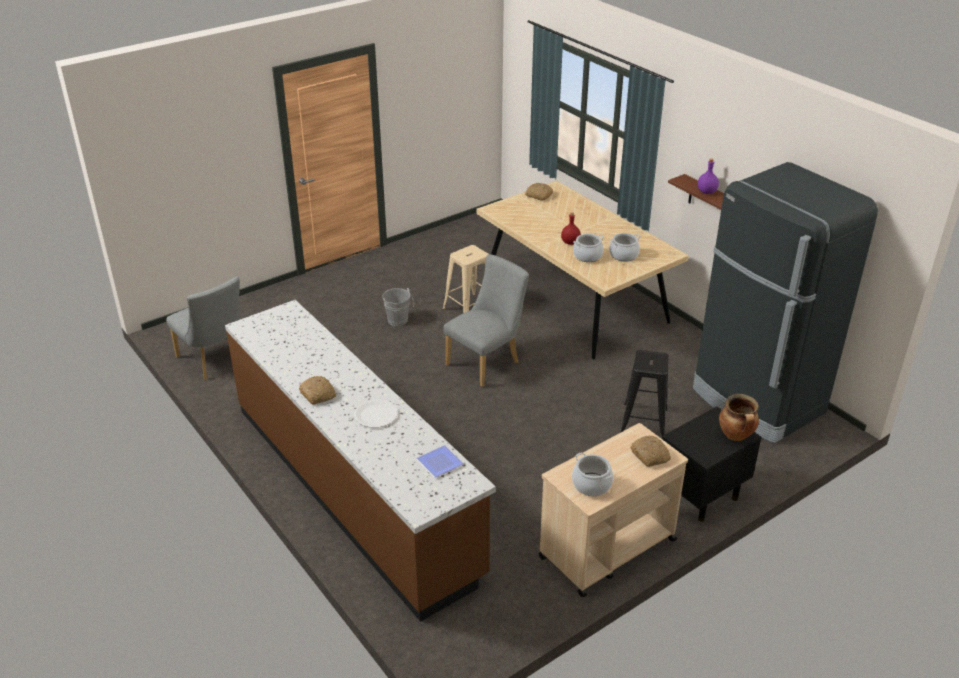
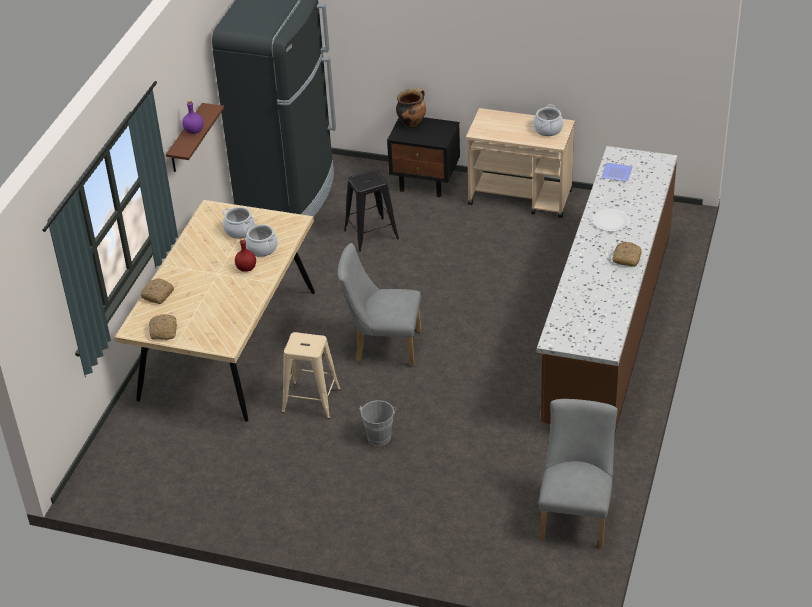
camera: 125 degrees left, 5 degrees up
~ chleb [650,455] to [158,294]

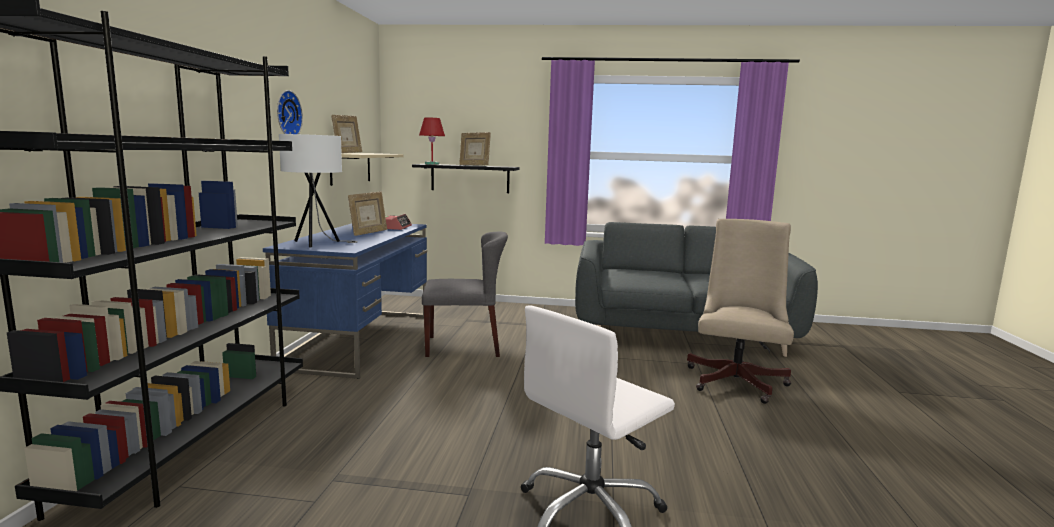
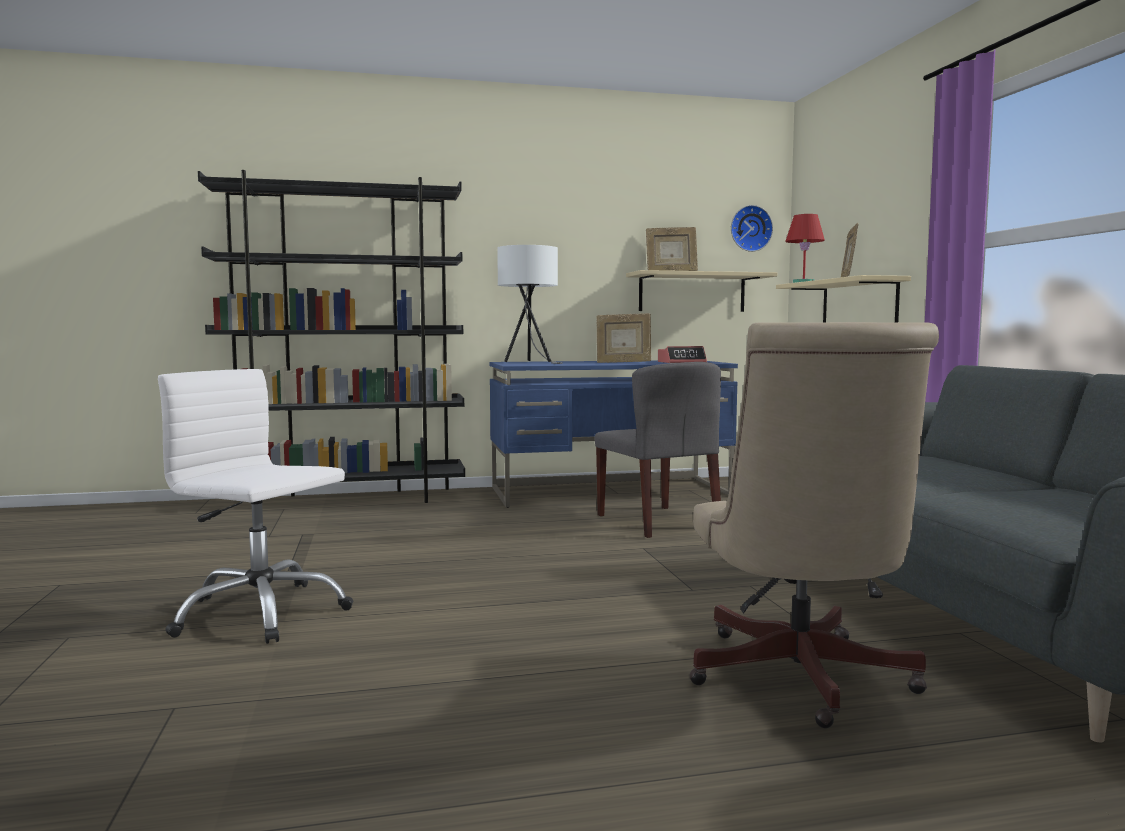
camera: 70 degrees right, 5 degrees down
~ zegar ścienny [286,114] to [750,228]
~ półka/czarny [470,178] to półka/beżowy [859,302]
~ krzesło biurowe/beżowy [737,379] = [800,681] 90 degrees clockwise

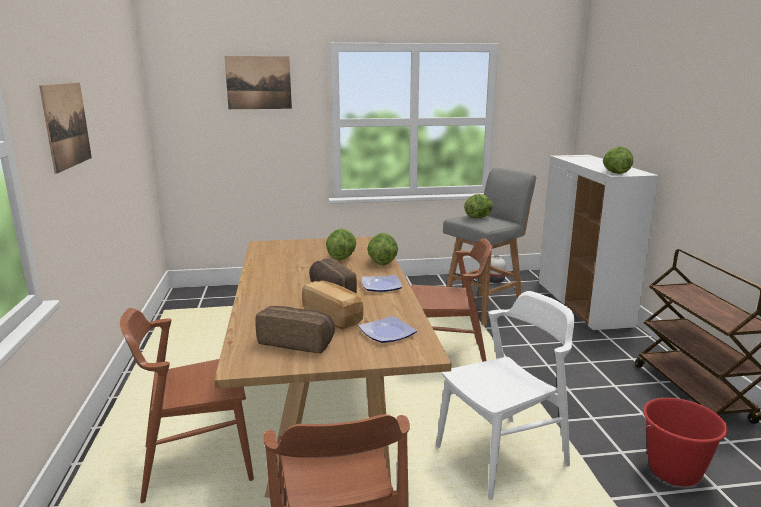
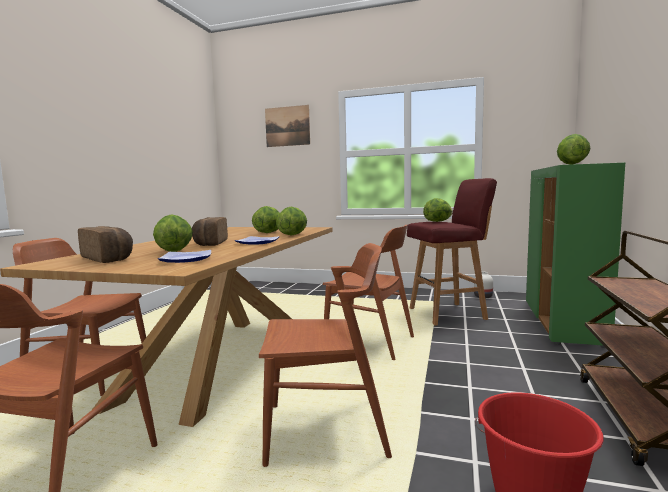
camera: 25 degrees right, 10 degrees down
- obraz [67,125]
~ chleb [333,317] to sałata [174,251]
~ krzesło/biały [502,456] to krzesło/brązowy [326,430]
~ stołek/szary [484,308] to stołek/czerwony [449,314]
~ szafka/biały [583,305] to szafka/zielony [562,323]

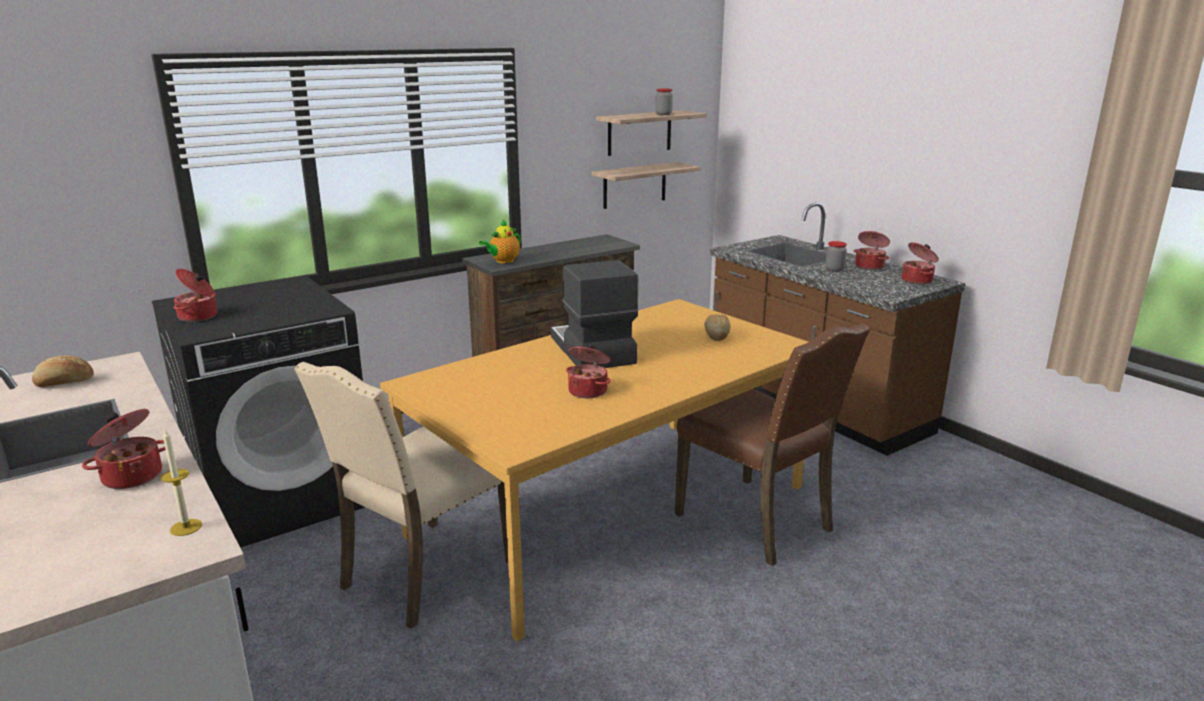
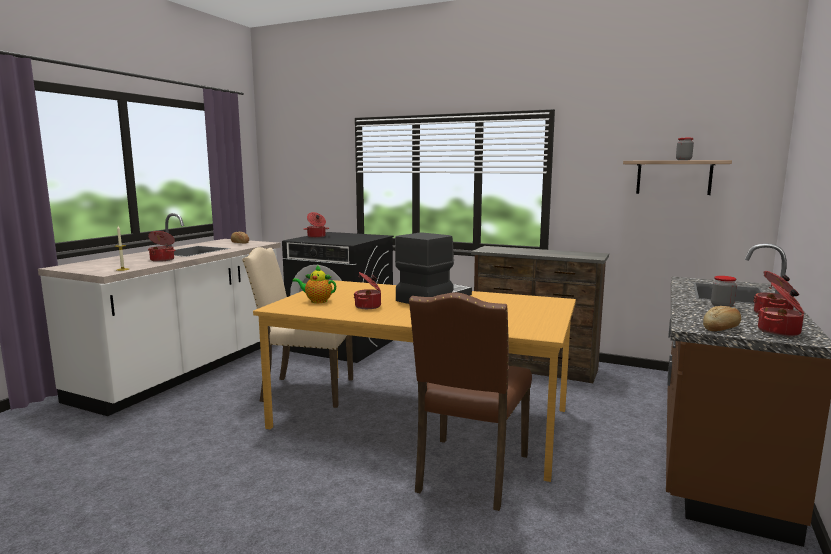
camera: 60 degrees right, 10 degrees down
- półka [634,185]
~ imbryk [503,261] to [317,301]
~ chleb [716,335] to [721,328]

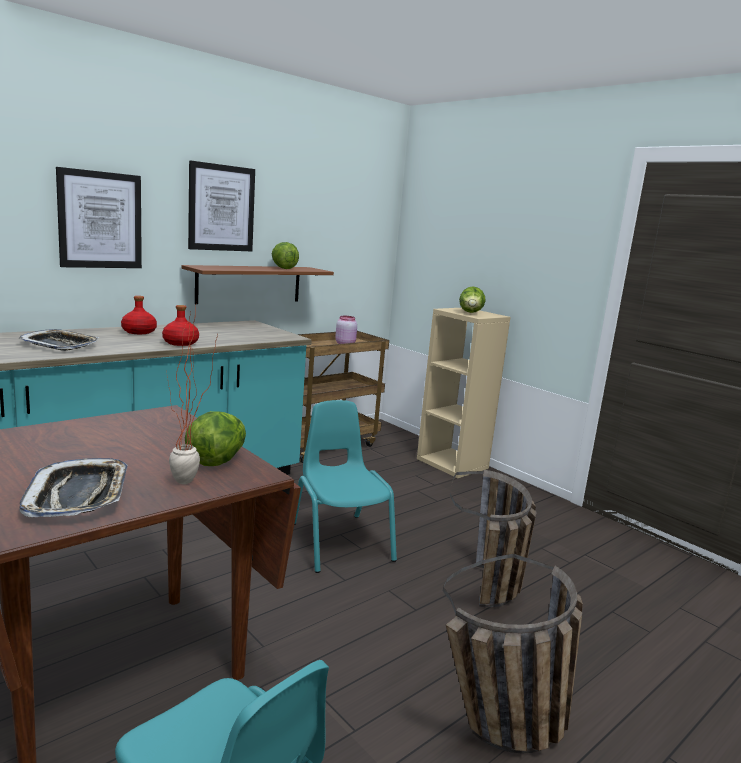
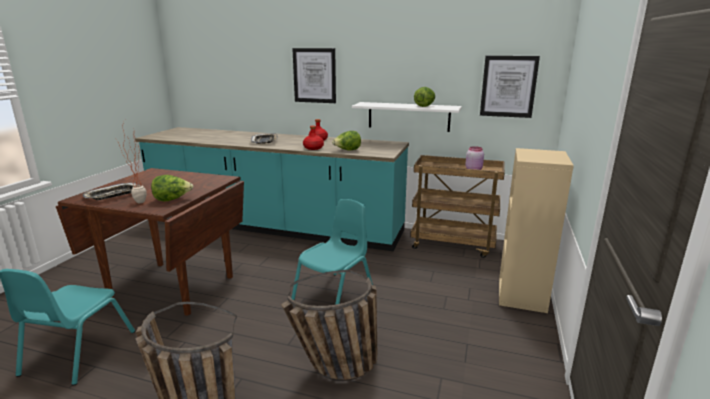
camera: 60 degrees right, 5 degrees up
~ obraz [221,208] to [508,86]
~ sałata [470,313] to [347,150]
~ półka/brązowy [249,284] to półka/biały [408,116]

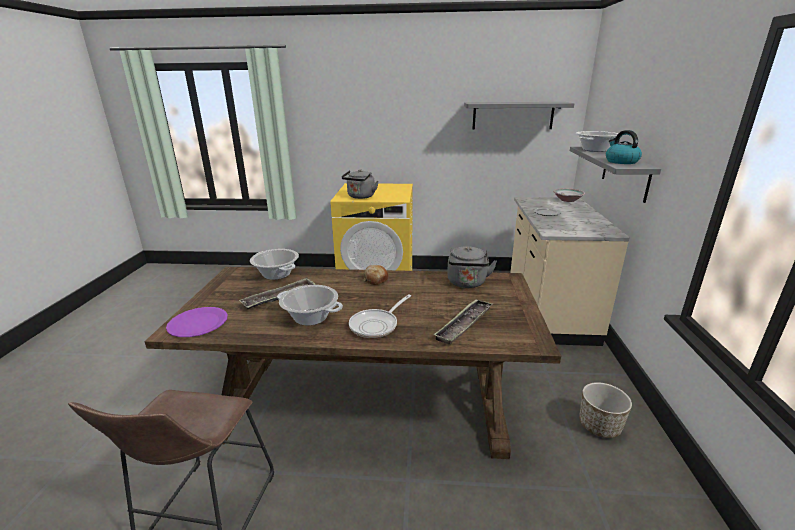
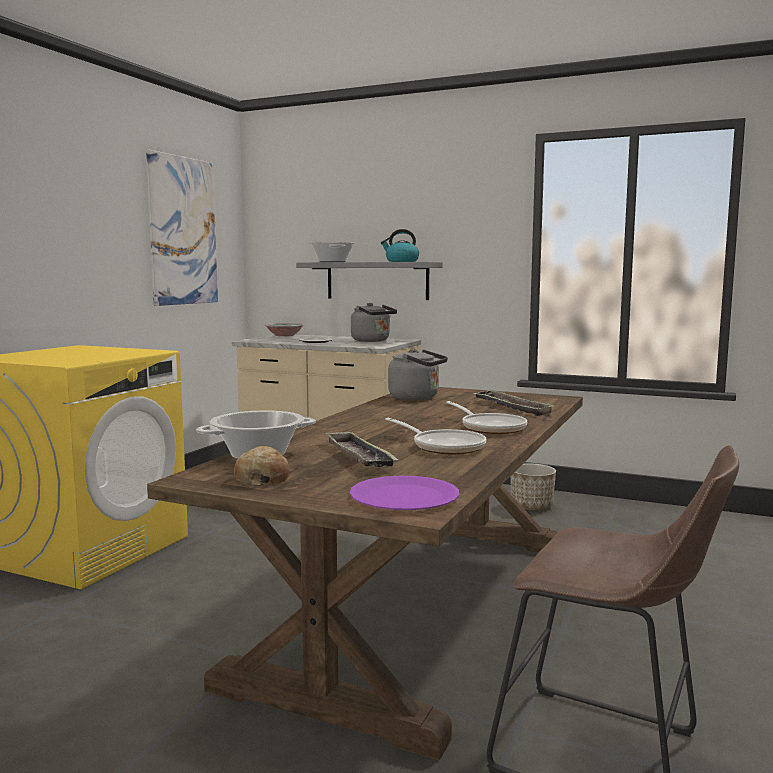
camera: 70 degrees left, 15 degrees down
~ czajnik/szary [360,197] to [372,341]
~ chleb [375,279] to [262,479]
~ garnek [311,317] to patelnia [444,446]
~ półka/szary [512,115] to obraz [183,231]

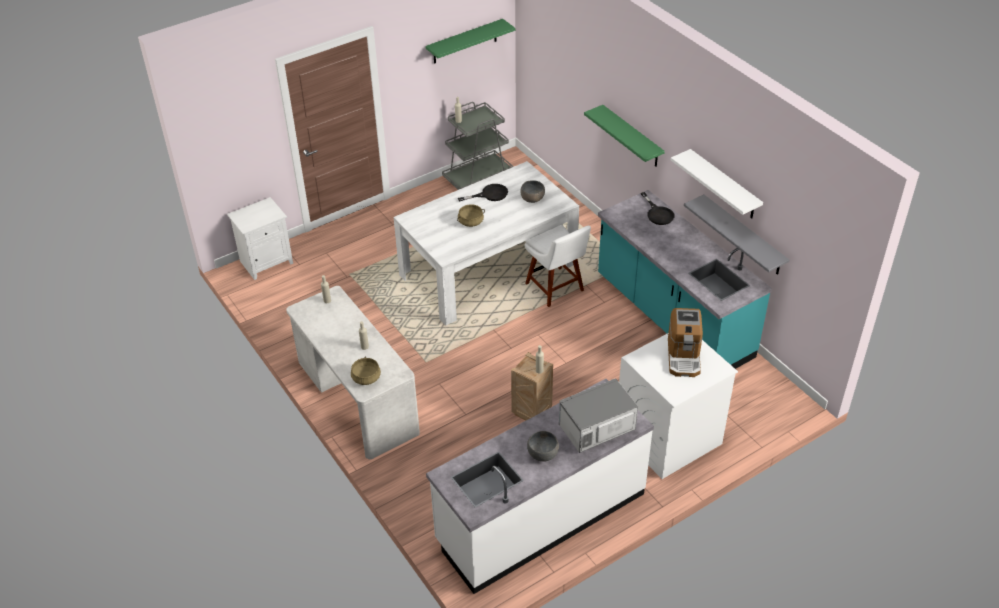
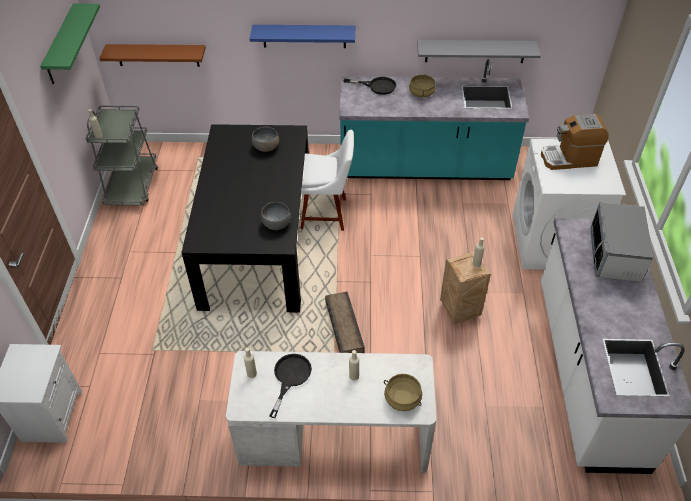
camera: 55 degrees left, 5 degrees up
- półka/biały [724,185]
+ półka/brązowy [157,55]
+ skrzynka [343,327]
~ garnek/beżowy [470,222] to [422,93]
~ patelnia/czarny [490,194] to [290,378]
~ miska/szary [543,453] to [276,223]
~ stół jadalny/biały [488,269] to stół jadalny/czarny [257,243]
~ półka/zielony [632,137] to półka/niebieski [304,36]
~ ekspres do kawy [683,356] = [569,158] 135 degrees clockwise

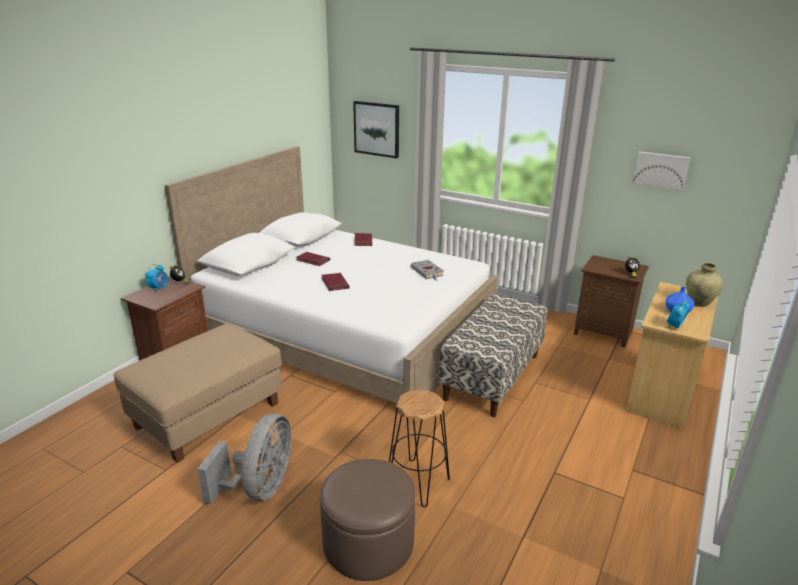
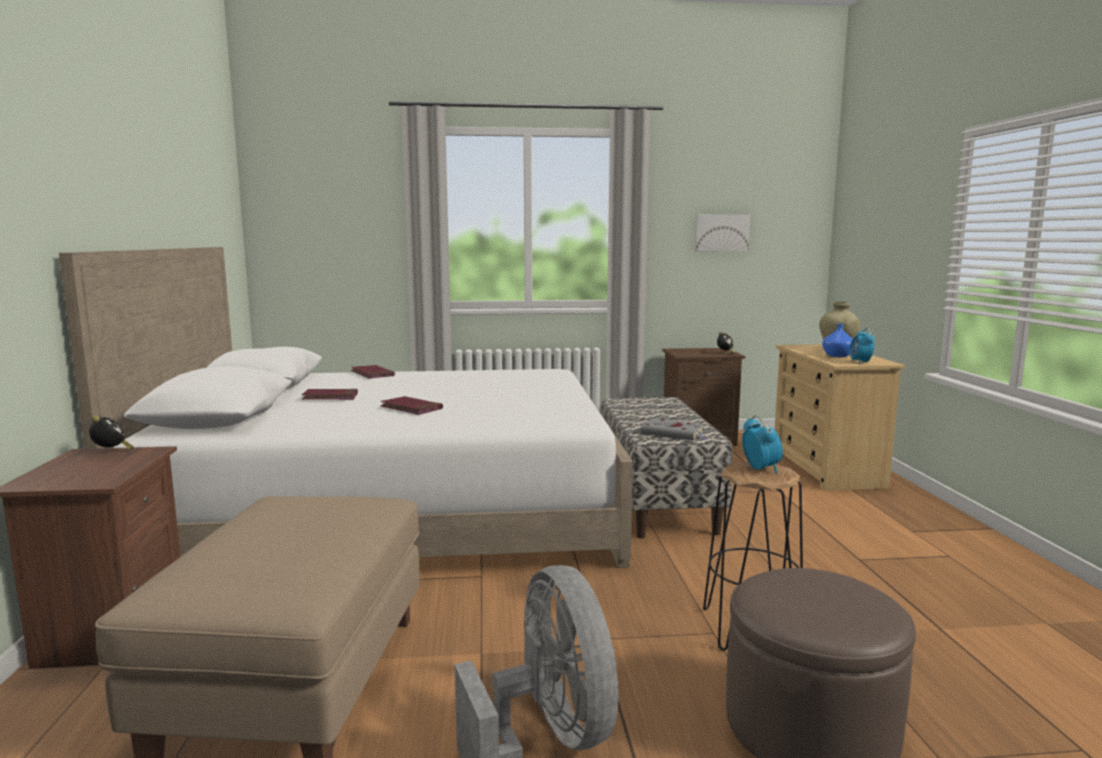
camera: 35 degrees left, 15 degrees down
- obraz [377,129]
~ budzik [159,288] to [760,469]
~ książka/szary [427,272] to [674,434]

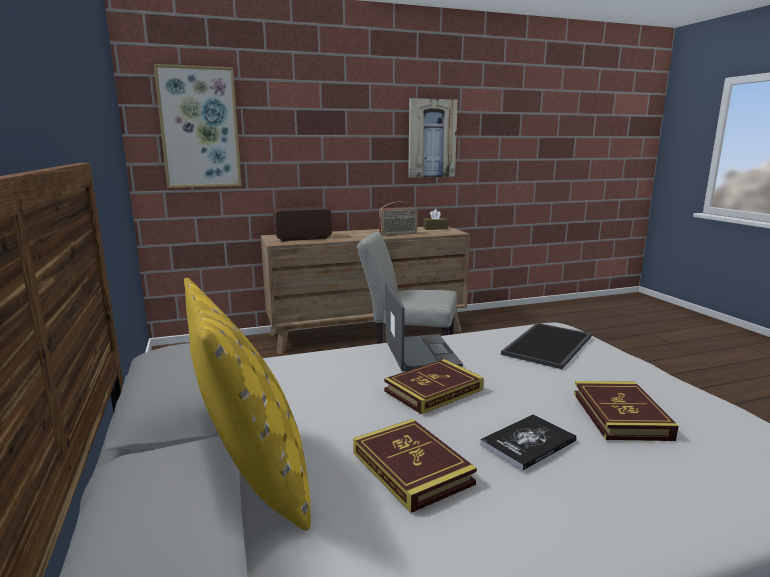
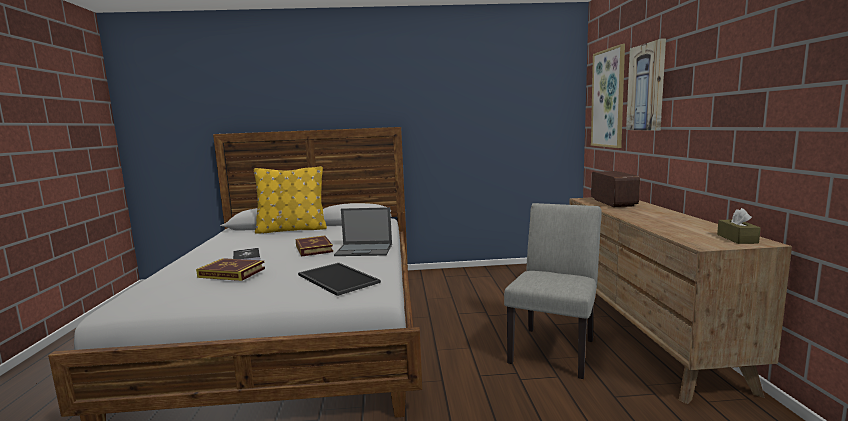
camera: 105 degrees right, 5 degrees down
- książka [411,468]
- radio [398,234]
~ obraz [431,138] to [646,87]

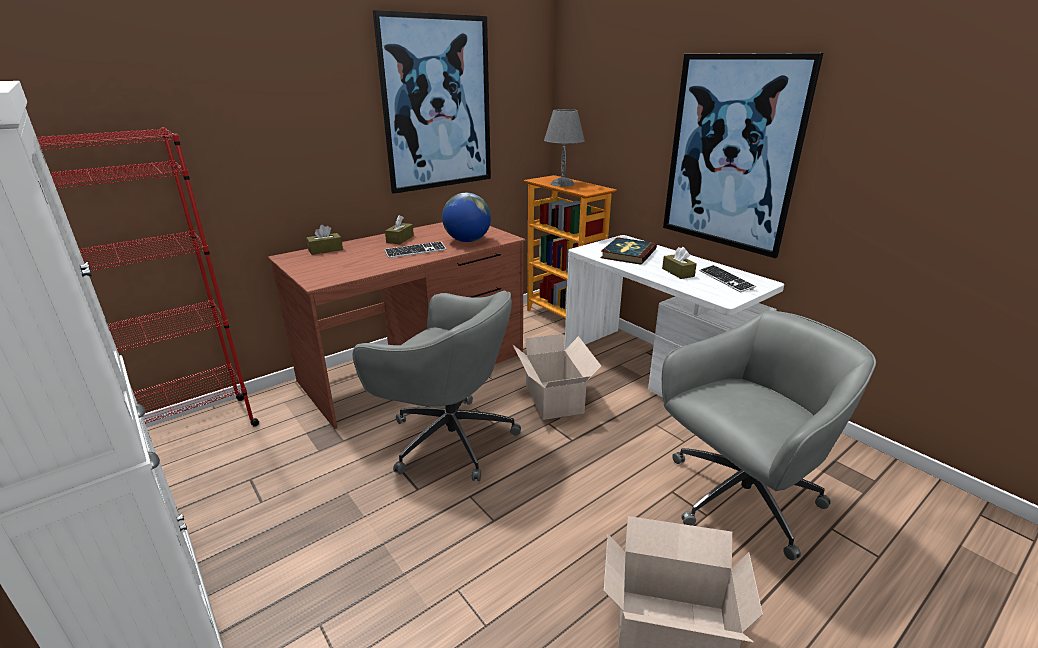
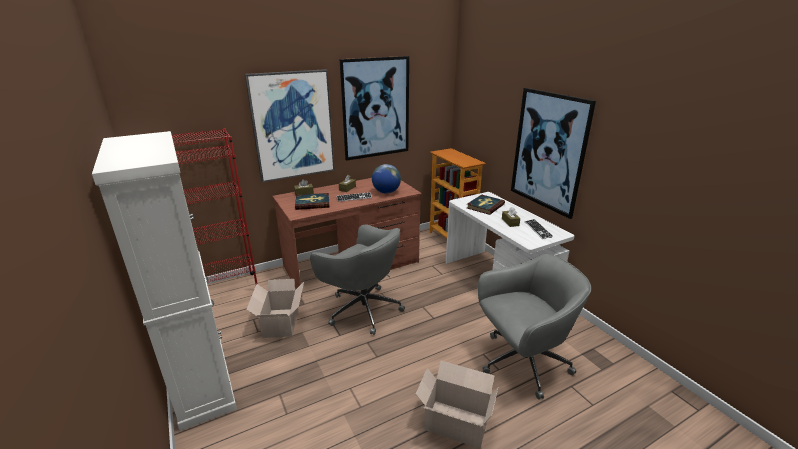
camera: 10 degrees right, 0 degrees up
- lampa stołowa/szary [563,183]
+ obraz [292,125]
+ książka [312,203]
~ karton [554,400] to [280,324]

